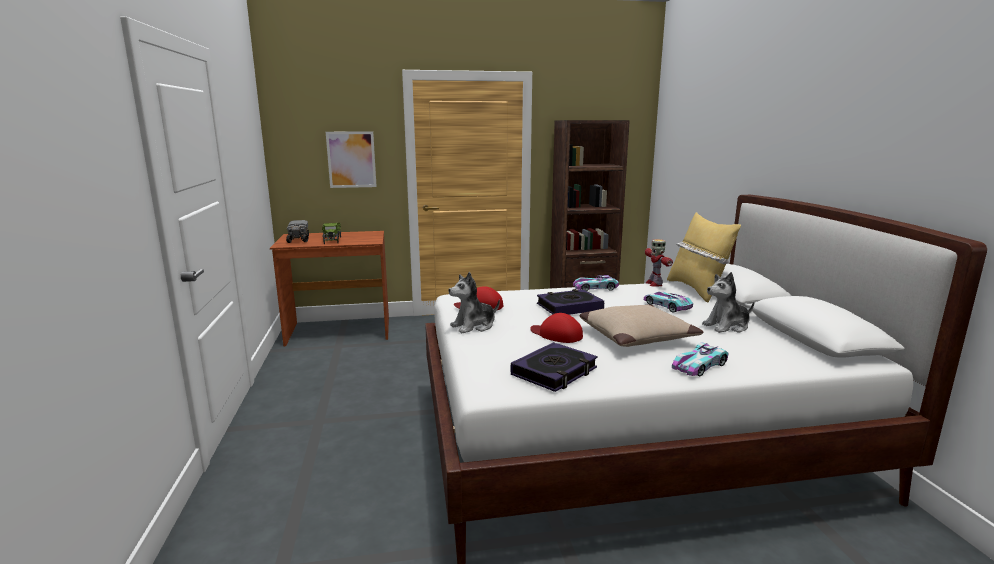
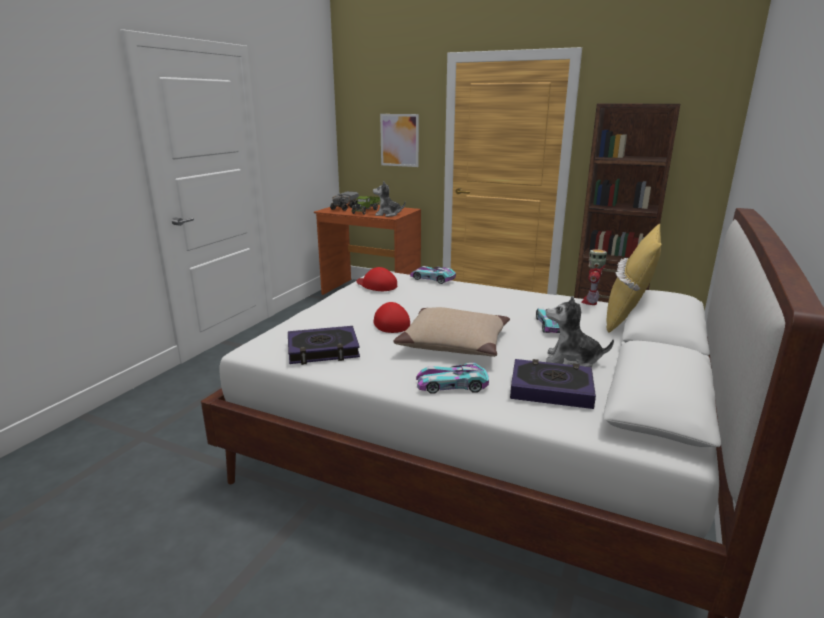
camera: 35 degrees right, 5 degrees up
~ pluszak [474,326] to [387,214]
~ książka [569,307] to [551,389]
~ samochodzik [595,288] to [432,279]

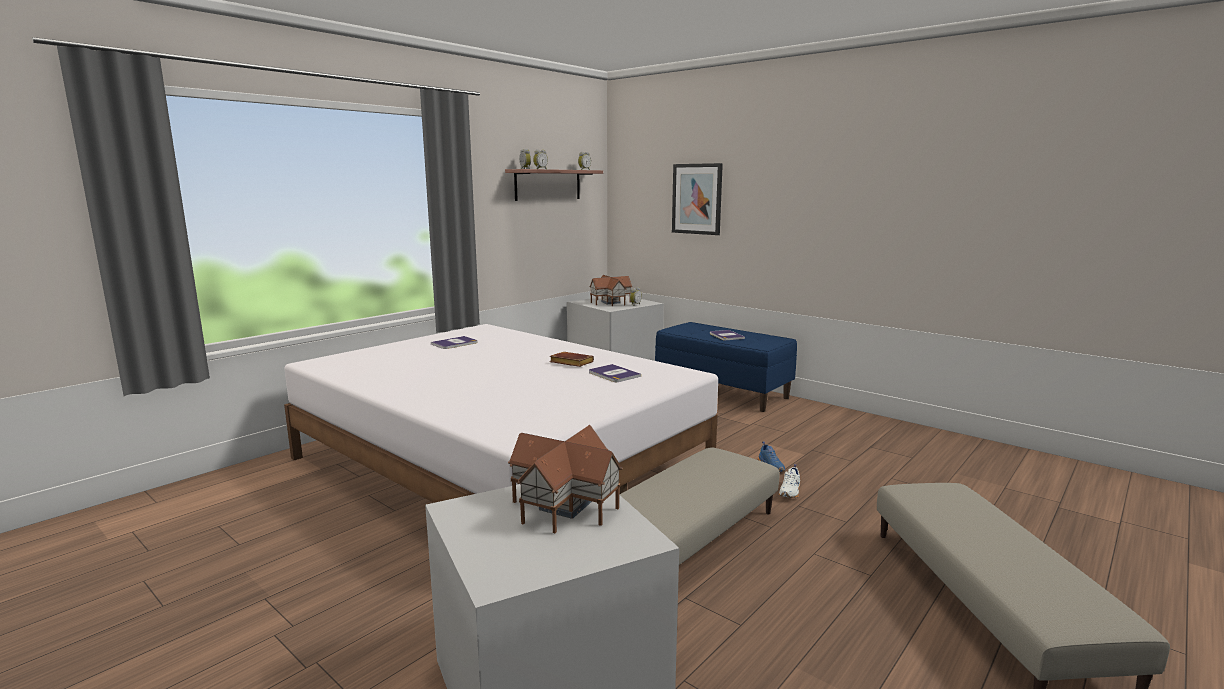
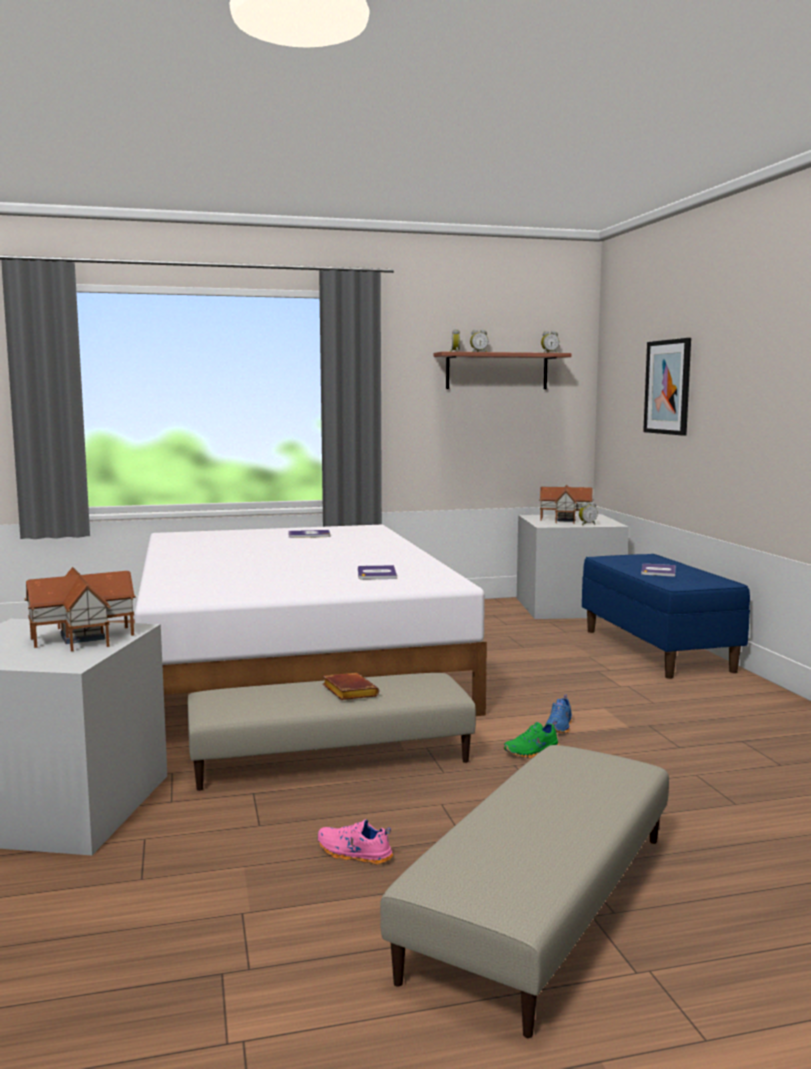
camera: 35 degrees right, 5 degrees down
+ but/różowy [353,854]
~ książka/brązowy [570,363] to [347,692]
~ but/biały [790,492] to but/zielony [532,752]

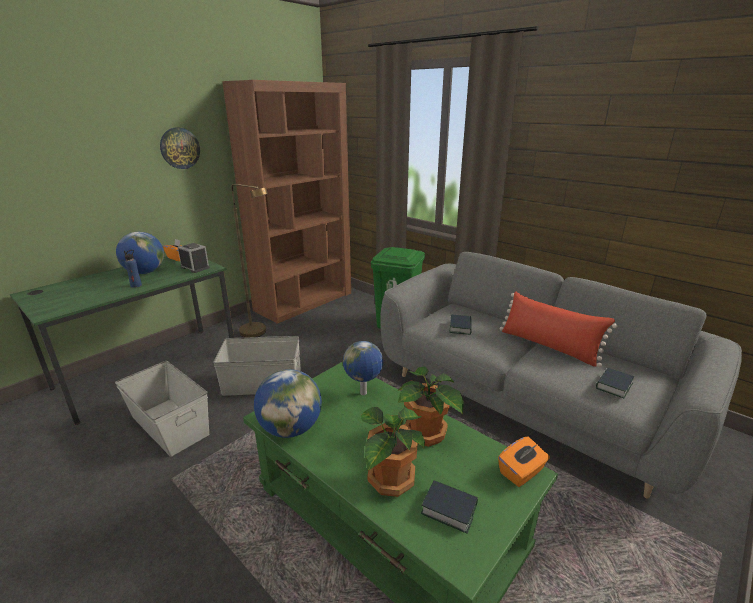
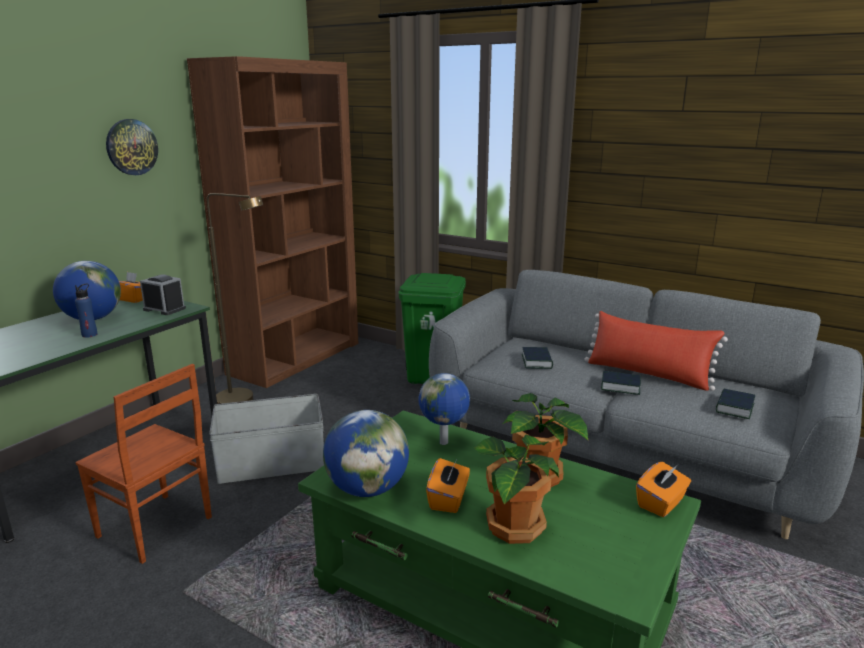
camera: 10 degrees left, 5 degrees down
+ pudełko chusteczek/pomarańczowy [448,499]
~ książka [449,509] to [620,386]
~ pojemnik do przechowywania/szary [169,426] to krzesło/brązowy [155,528]

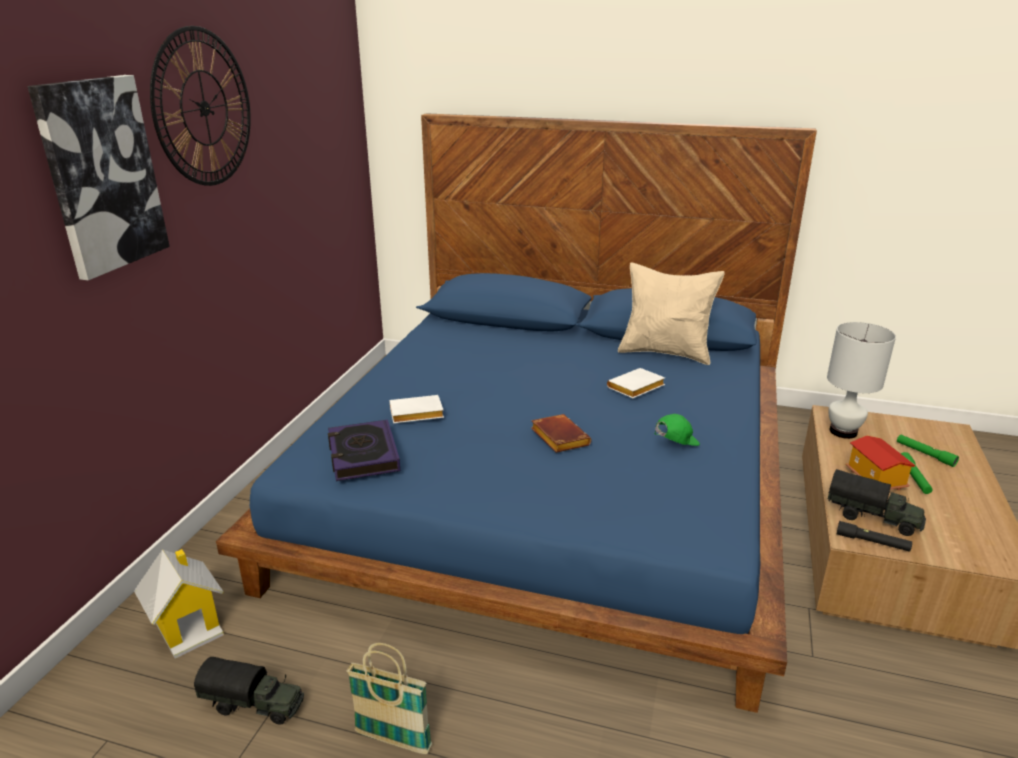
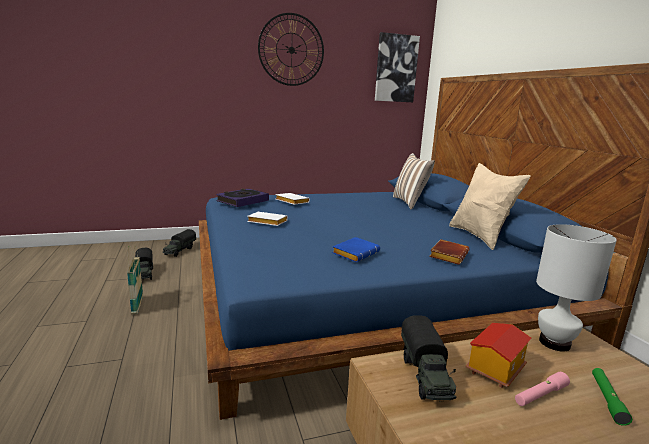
camera: 55 degrees right, 10 degrees down
- latarka/czarny [872,542]
+ poduszka [410,203]
~ obraz [102,175] to [396,68]
~ książka/brązowy [557,438] to [447,255]
~ książka/biały [635,388] to [266,222]
~ domek [189,626] to ciężarówka zabawkowa [179,251]
~ czapka z daszkiem/zielony [674,444] to książka/niebieski [355,253]
~ latarka/zielony [914,478] to latarka/różowy [540,395]

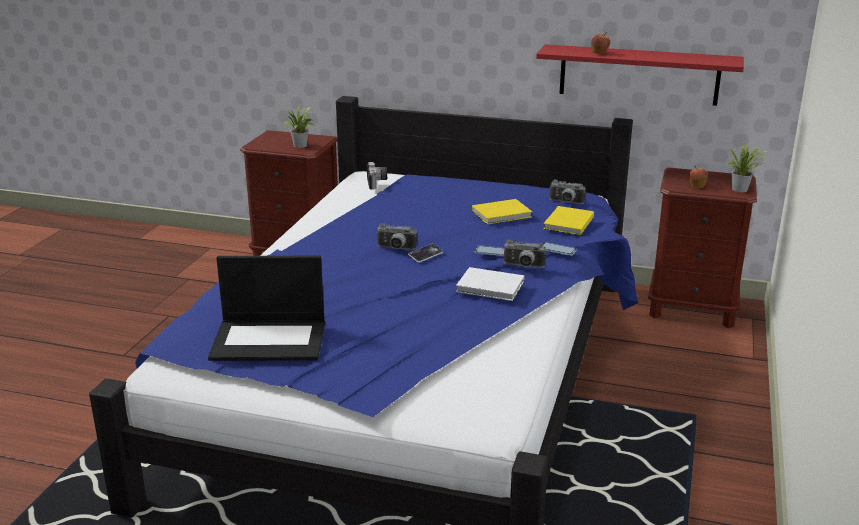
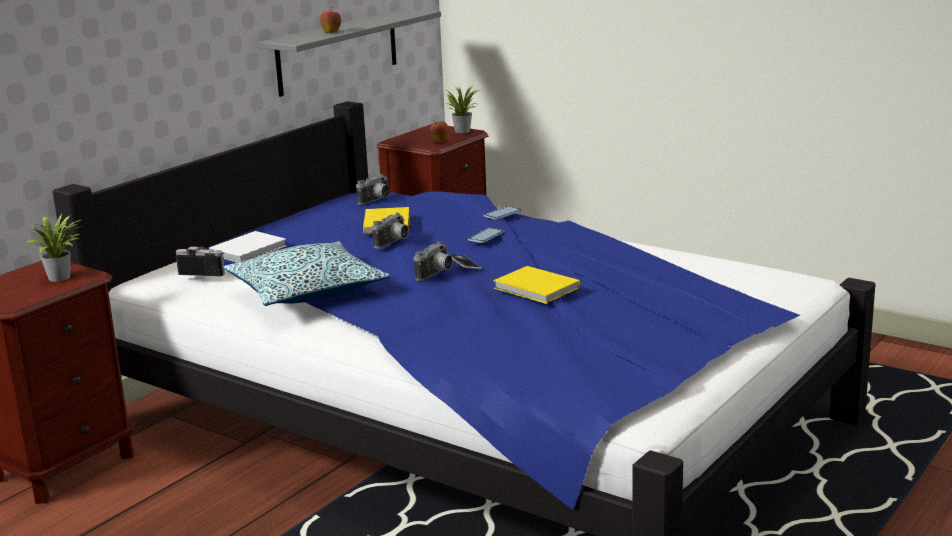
camera: 70 degrees left, 5 degrees down
- laptop [270,340]
+ poduszka [306,291]
~ książka/biały [491,287] to [250,250]
~ aparat fotograficzny [523,266] to [394,243]
~ książka/żółty [567,223] to [537,289]
~ półka/czerwony [639,75] to półka/szary [338,52]

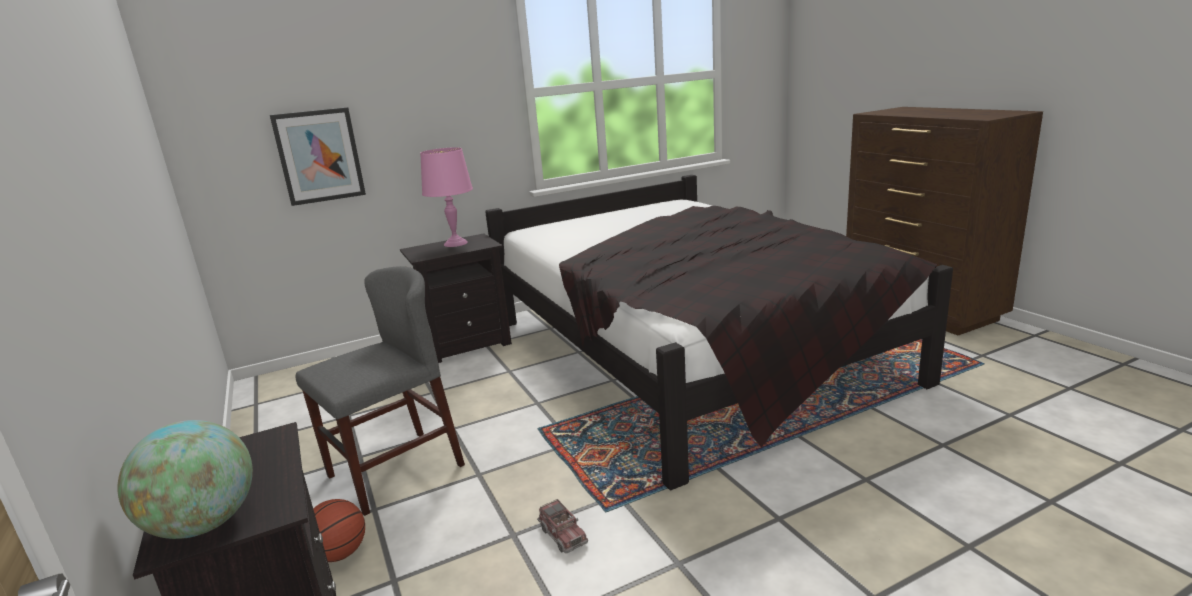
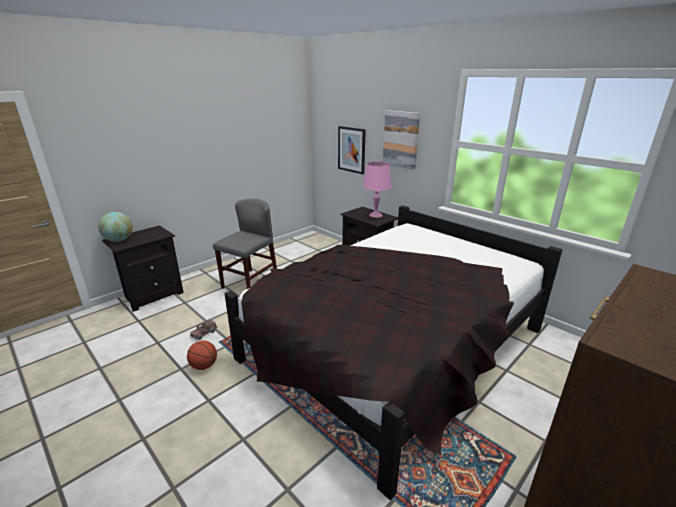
camera: 70 degrees right, 5 degrees up
+ obraz [401,139]
~ piłka do koszykówki [340,554] to [204,366]
~ krzesło/szary [395,471] = [250,283] 90 degrees counterclockwise

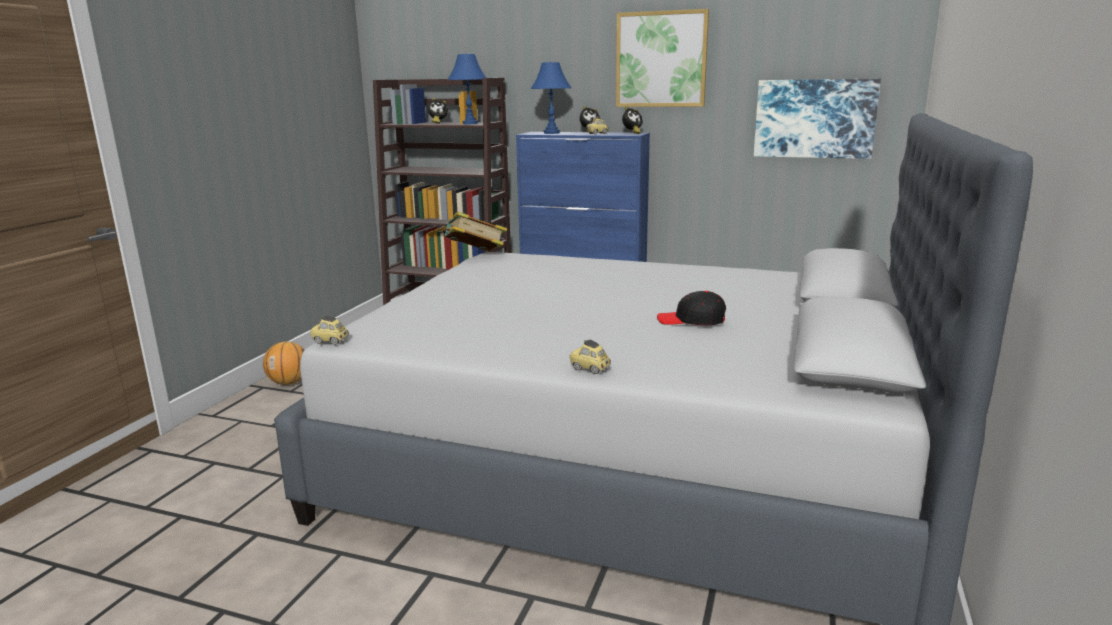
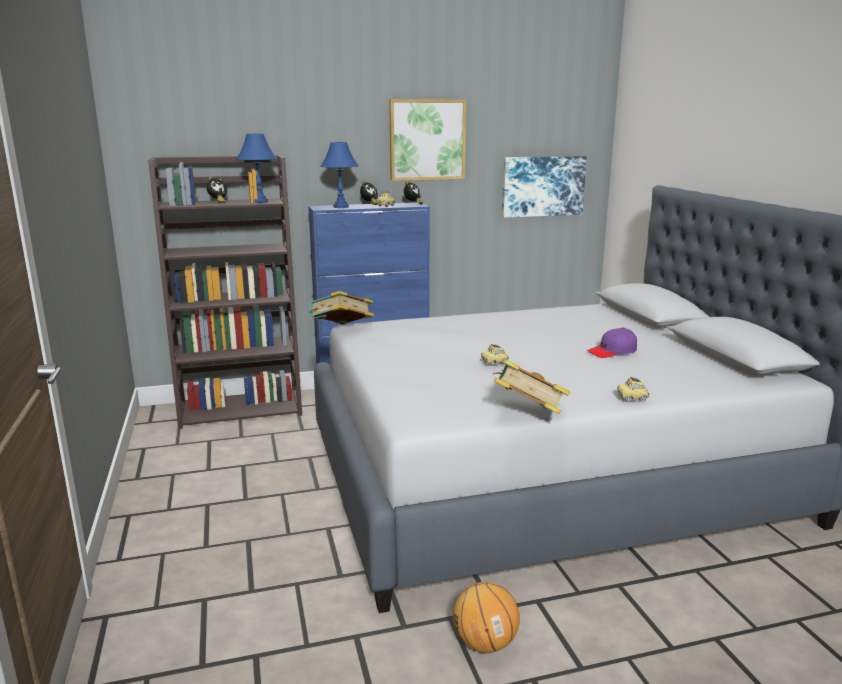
camera: 35 degrees left, 0 degrees up
+ książka [527,414]
~ piłka do koszykówki [289,382] to [484,643]
~ samochodzik [330,341] to [494,363]
~ czapka z daszkiem/czarny [691,320] to czapka z daszkiem/fioletowy [612,351]

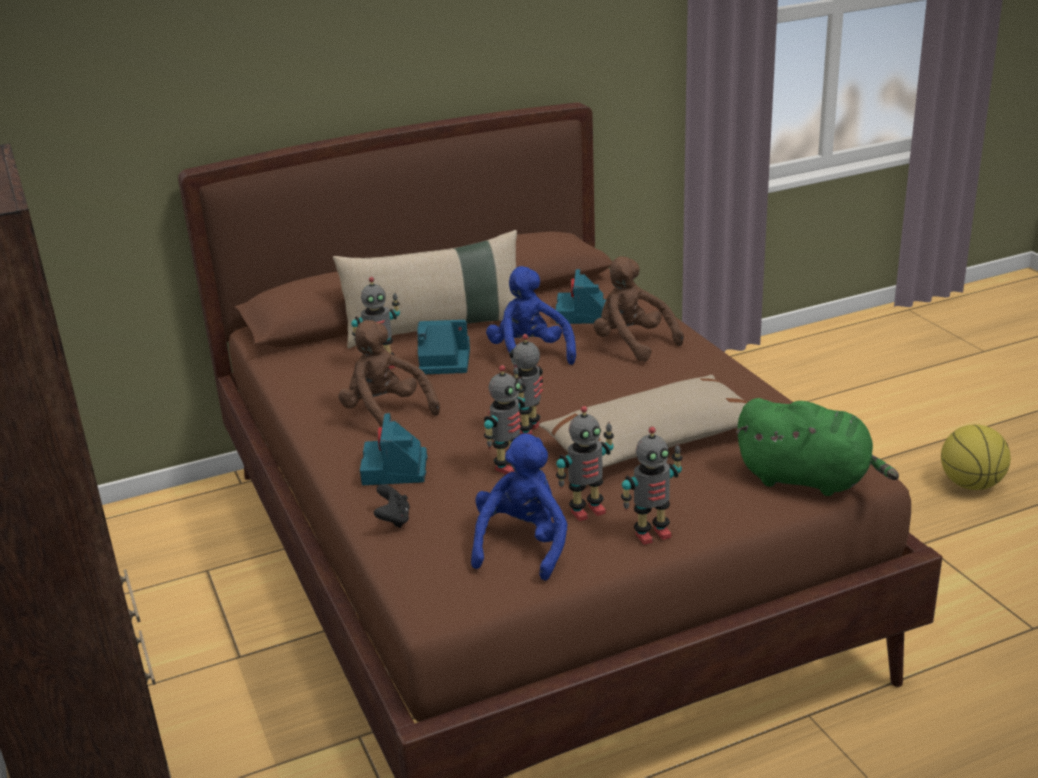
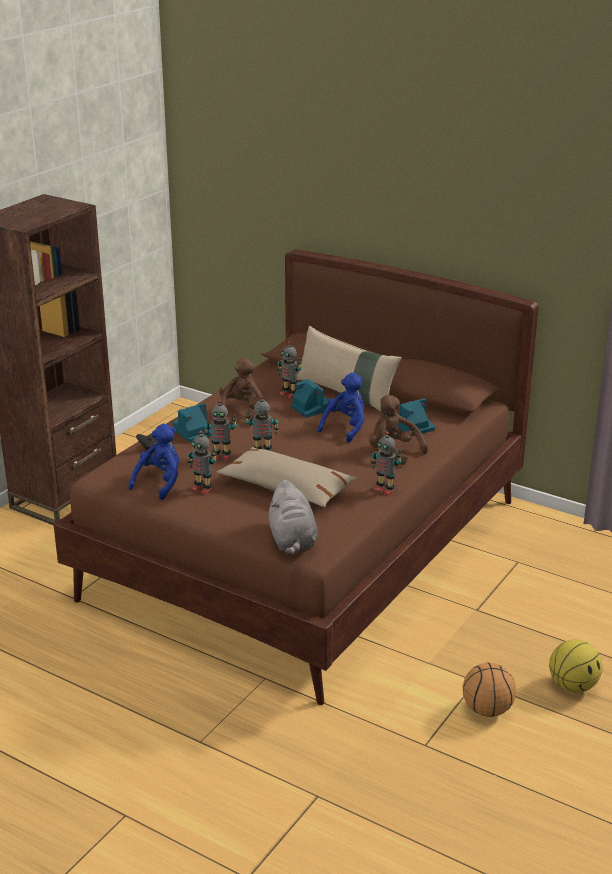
camera: 55 degrees right, 0 degrees up
+ piłka do koszykówki [488,710]
~ robot zabawkowy [652,534] to [384,490]
~ pluszak/zielony [809,480] to pluszak/szary [292,541]
~ pluszak/niebieski [522,545] = [160,483] 45 degrees counterclockwise
~ pluszak/brązowy [632,343] = [393,451] 60 degrees counterclockwise

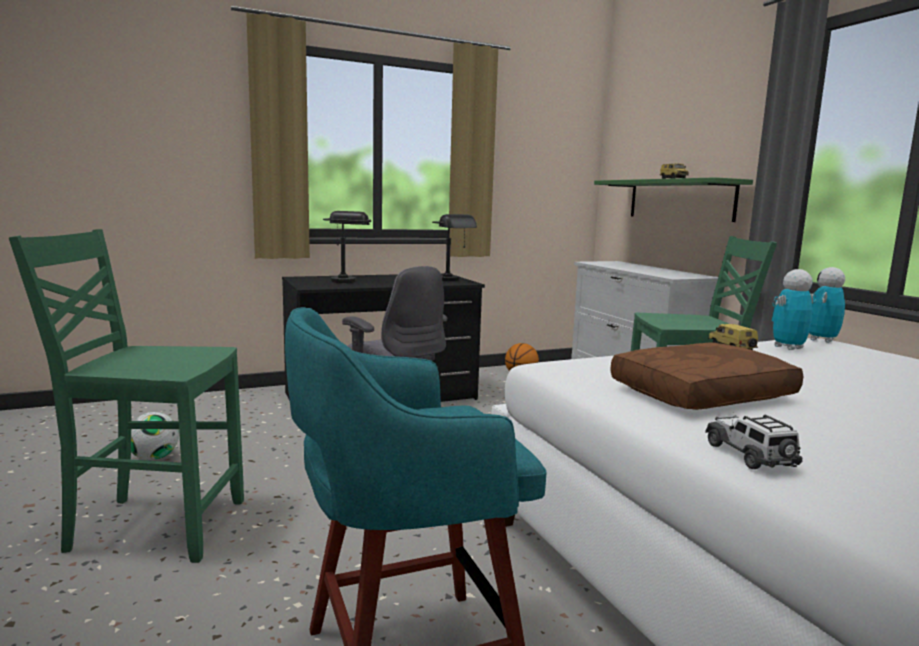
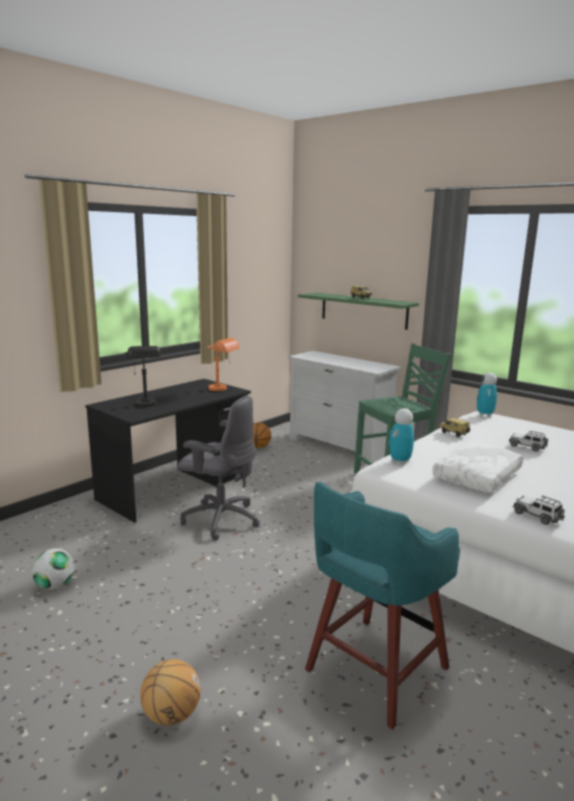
camera: 25 degrees left, 5 degrees up
- krzesło/zielony [155,526]
+ piłka do koszykówki [171,715]
+ samochodzik [527,447]
~ robot zabawkowy [788,347] to [400,461]
~ lampa stołowa/czarny [453,280] to lampa stołowa/pomarańczowy [223,389]
~ poduszka/brązowy [702,395] to poduszka/biały [478,477]

